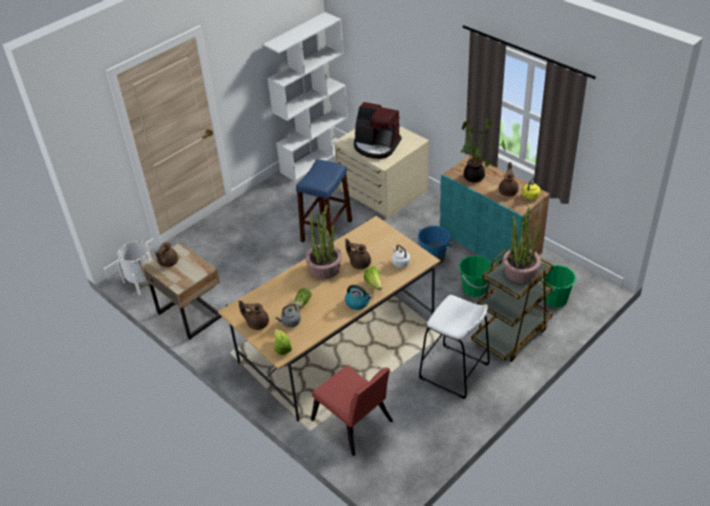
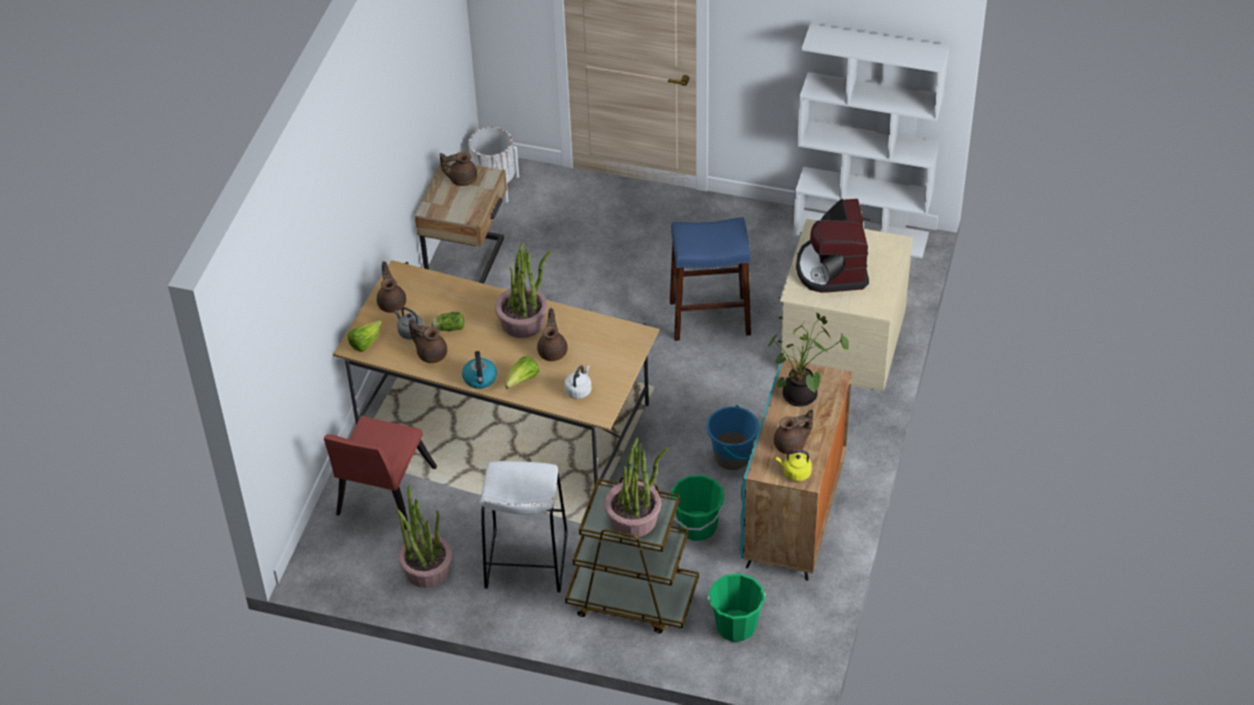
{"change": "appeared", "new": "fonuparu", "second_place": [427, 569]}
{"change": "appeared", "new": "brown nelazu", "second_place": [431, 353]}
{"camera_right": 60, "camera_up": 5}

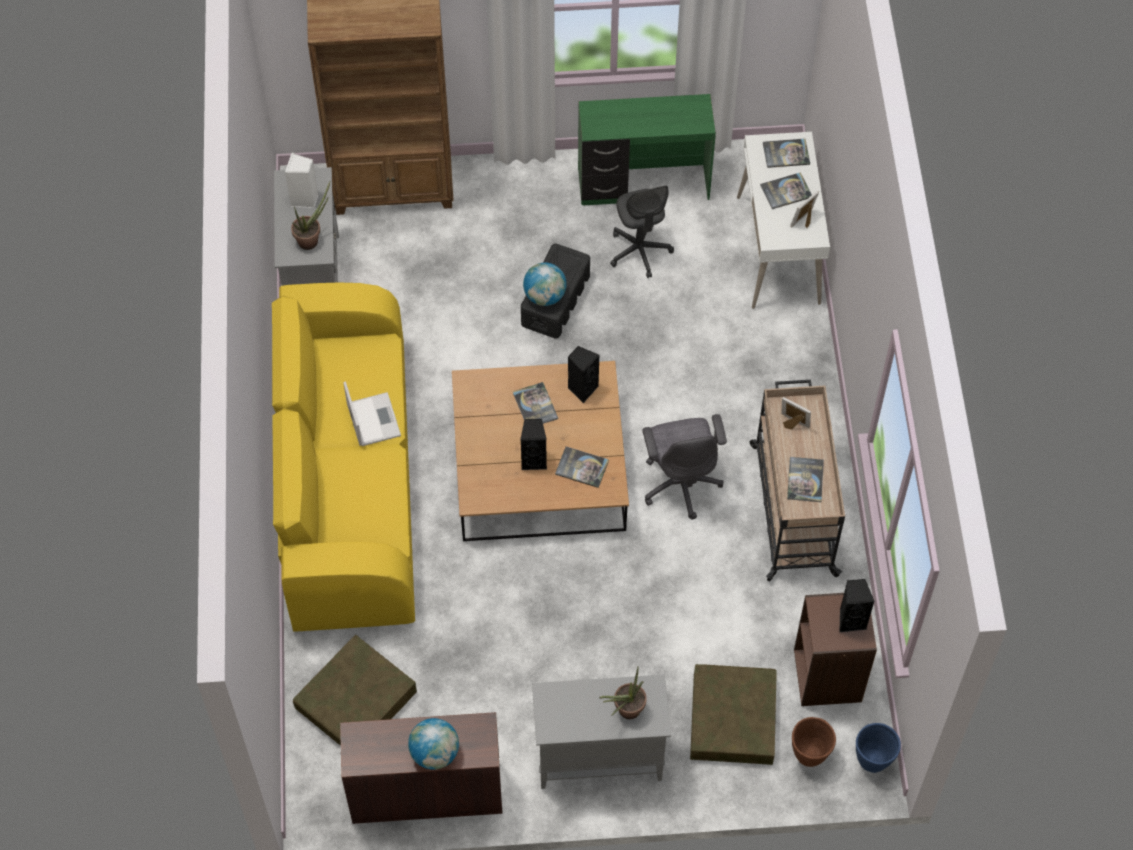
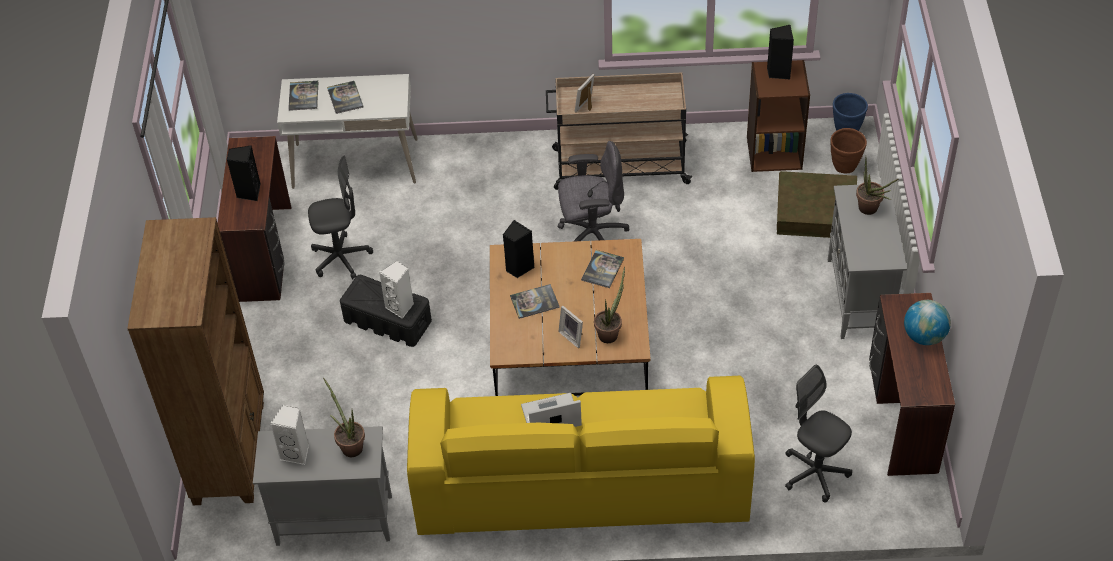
{"change": "exchanged", "old": "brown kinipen", "new": "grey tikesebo", "first_place": [356, 700], "second_place": [815, 473]}
{"change": "relocated", "old": "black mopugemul", "first_place": [534, 460], "second_place": [248, 192]}
{"change": "exchanged", "old": "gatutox", "new": "white mopugemul", "first_place": [545, 296], "second_place": [401, 307]}
{"change": "colour", "old": "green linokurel", "new": "brown linokurel", "first_place": [644, 185], "second_place": [265, 253]}
{"change": "missing", "old": "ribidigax", "first_place": [805, 480]}
{"change": "relocated", "old": "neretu", "first_place": [805, 221], "second_place": [573, 336]}
{"change": "appeared", "new": "fonuparu", "second_place": [610, 332]}
{"camera_right": -85, "camera_up": -10}

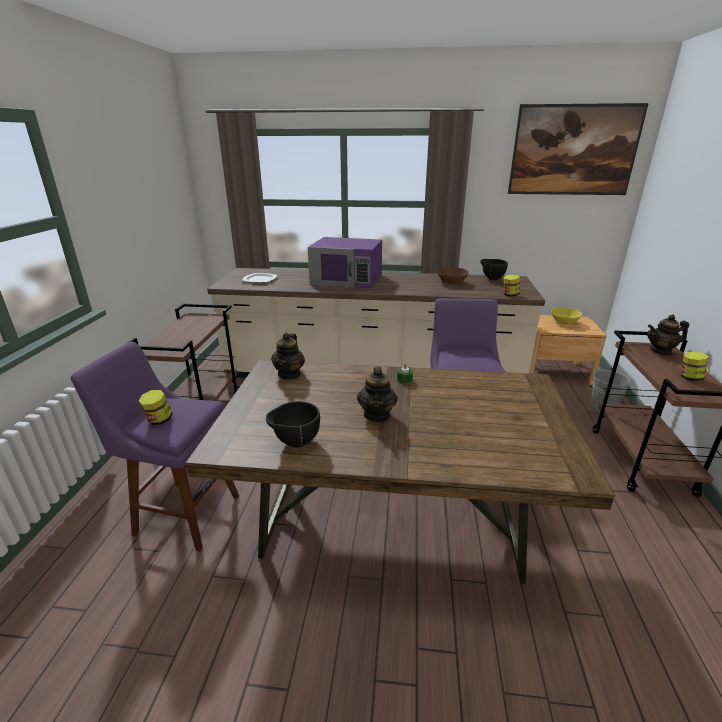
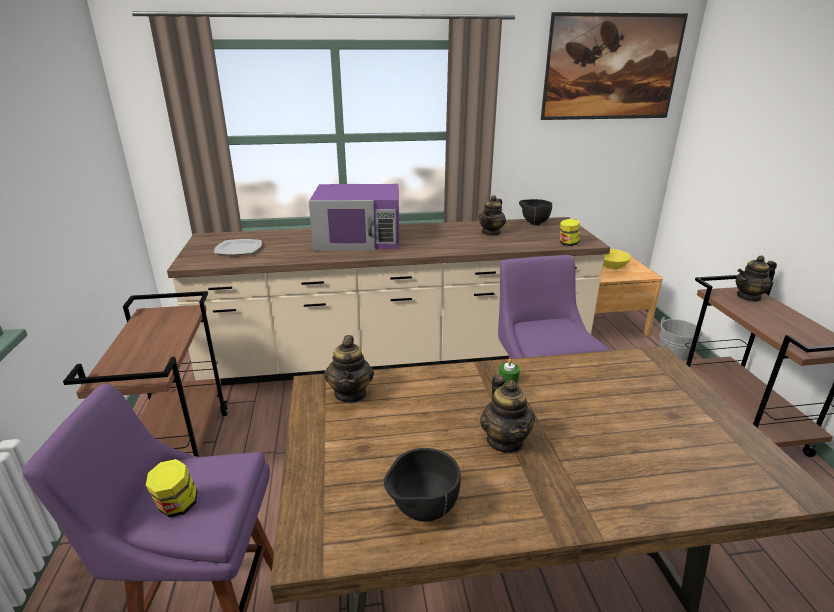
{"change": "exchanged", "old": "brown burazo", "new": "nelazu", "first_place": [452, 282], "second_place": [491, 232]}
{"change": "missing", "old": "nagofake", "first_place": [690, 378]}
{"camera_right": -15, "camera_up": 0}

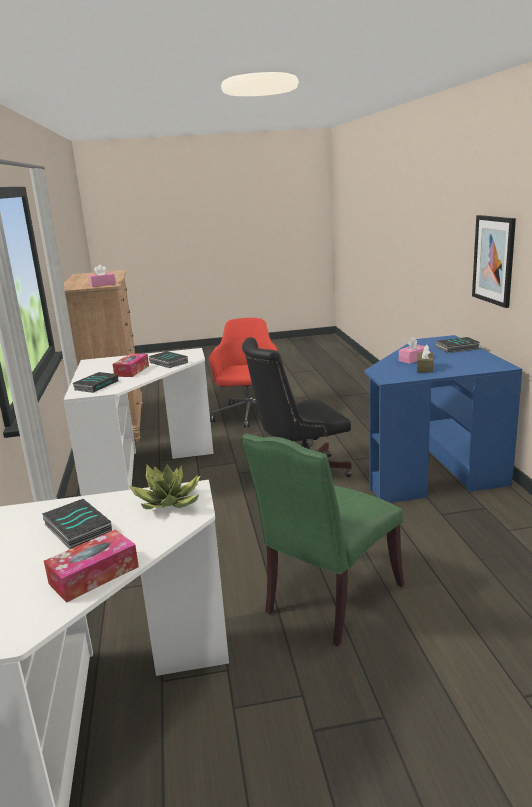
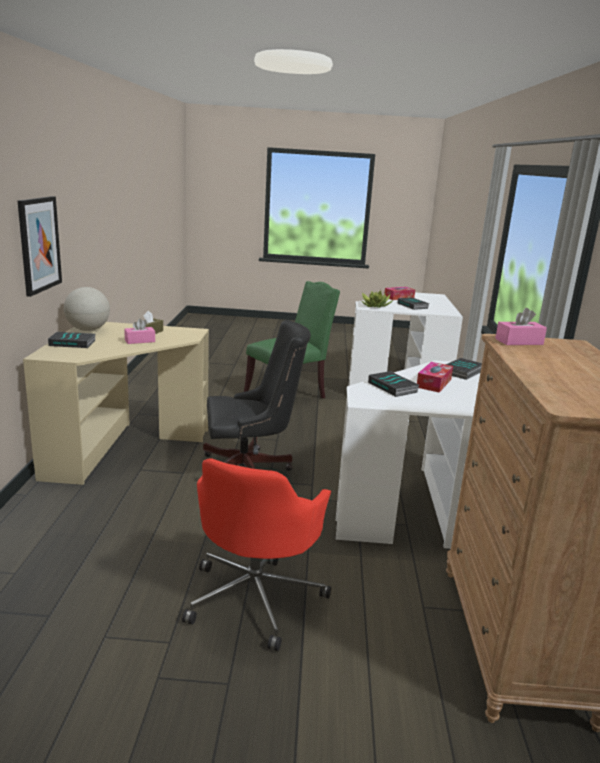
{"change": "colour", "old": "blue linokurel", "new": "beige linokurel", "first_place": [432, 467], "second_place": [122, 448]}
{"change": "appeared", "new": "gatutox", "second_place": [88, 330]}
{"camera_right": -170, "camera_up": 0}

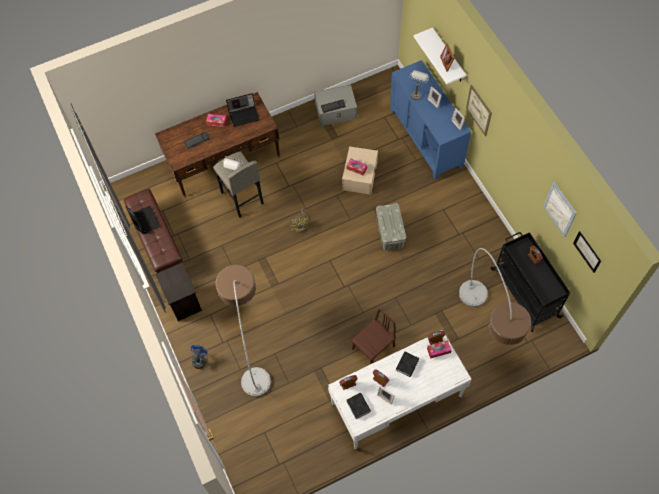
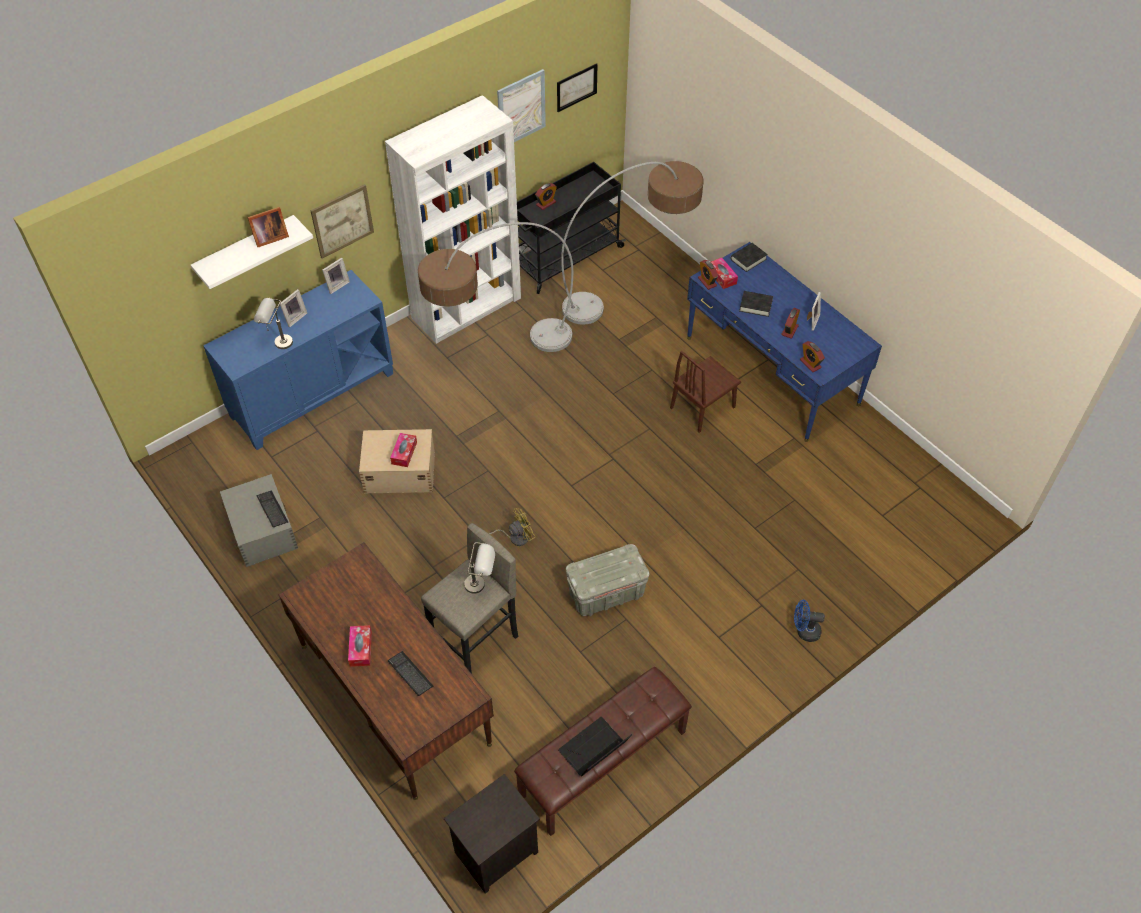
{"change": "relocated", "old": "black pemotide", "first_place": [183, 302], "second_place": [496, 854]}
{"change": "relocated", "old": "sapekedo", "first_place": [250, 344], "second_place": [496, 353]}
{"change": "missing", "old": "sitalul", "first_place": [244, 115]}
{"change": "colour", "old": "white linokurel", "new": "blue linokurel", "first_place": [396, 400], "second_place": [771, 370]}
{"change": "relocated", "old": "black ribidigax", "first_place": [358, 406], "second_place": [748, 259]}
{"change": "spun", "old": "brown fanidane", "first_place": [373, 348], "second_place": [702, 407], "degrees": -75}
{"change": "relocated", "old": "grey kinipen", "first_place": [389, 233], "second_place": [606, 594]}
{"change": "appeared", "new": "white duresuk", "second_place": [467, 308]}
{"camera_right": -105, "camera_up": -10}

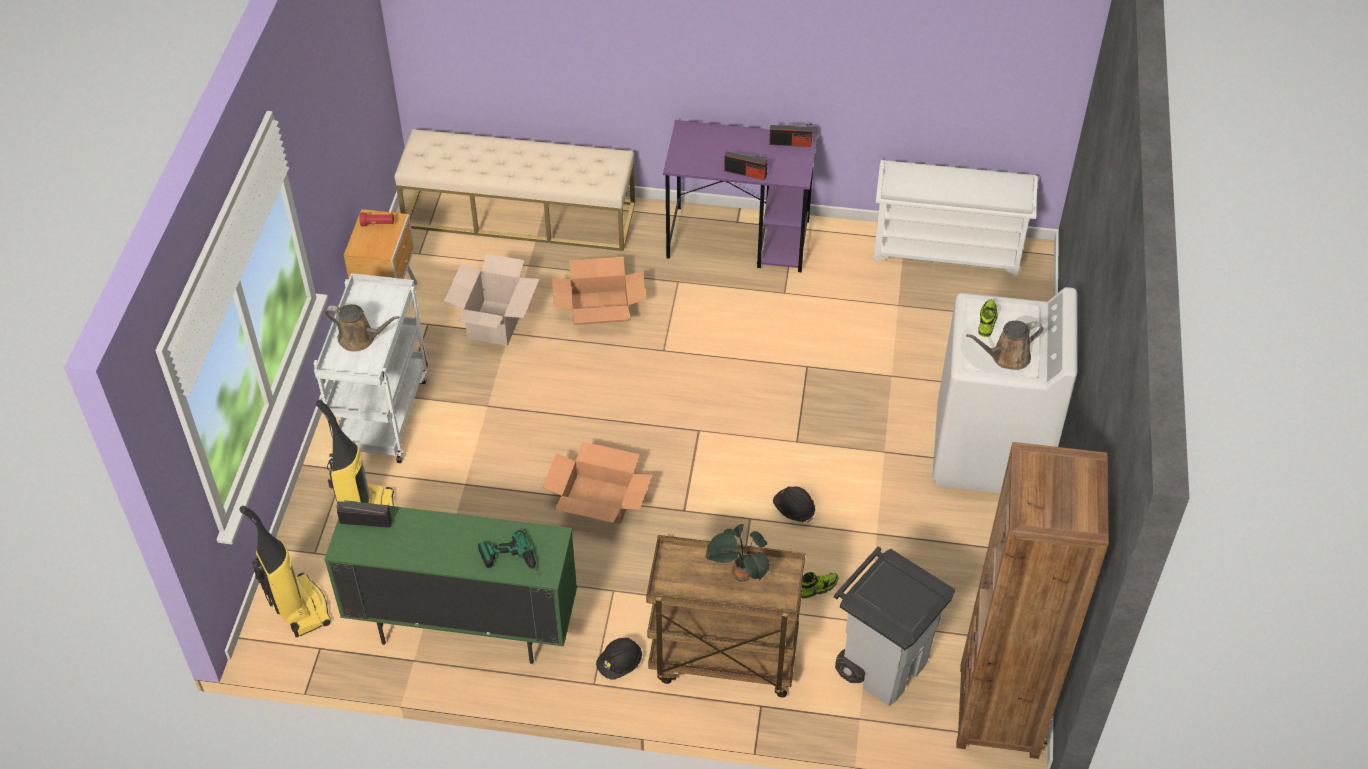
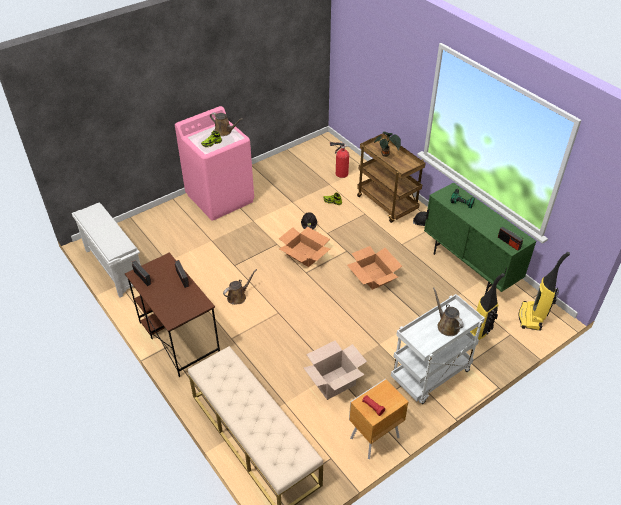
{"change": "relocated", "old": "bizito", "first_place": [600, 307], "second_place": [304, 254]}
{"change": "colour", "old": "purple linokurel", "new": "brown linokurel", "first_place": [739, 239], "second_place": [178, 337]}
{"change": "exchanged", "old": "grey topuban", "new": "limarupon", "first_place": [882, 664], "second_place": [340, 174]}
{"change": "colour", "old": "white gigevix", "new": "pink gigevix", "first_place": [990, 451], "second_place": [220, 198]}
{"change": "missing", "old": "brown duresuk", "first_place": [999, 711]}
{"change": "appeared", "new": "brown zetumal", "second_place": [238, 296]}
{"camera_right": -135, "camera_up": -5}

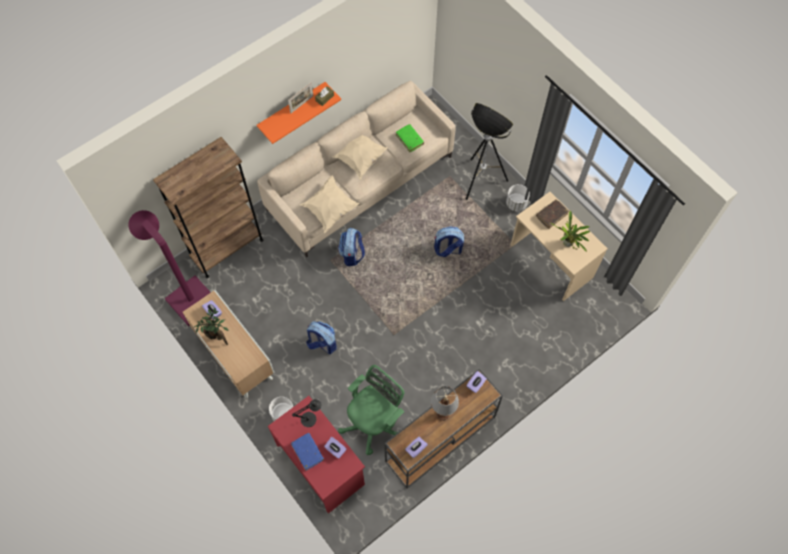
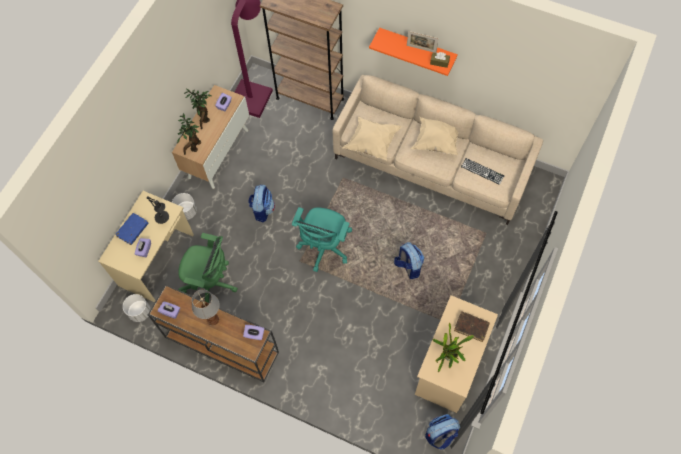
{"change": "colour", "old": "red linokurel", "new": "beige linokurel", "first_place": [321, 464], "second_place": [157, 260]}
{"change": "relocated", "old": "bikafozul", "first_place": [352, 254], "second_place": [440, 434]}
{"change": "exchanged", "old": "green ribidigax", "new": "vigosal", "first_place": [409, 140], "second_place": [482, 171]}
{"change": "missing", "old": "sapekedo", "first_place": [480, 181]}
{"change": "relocated", "old": "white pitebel", "first_place": [516, 203], "second_place": [140, 312]}
{"change": "appeared", "new": "fonuparu", "second_place": [194, 147]}
{"change": "appeared", "new": "turquoise tikesebo", "second_place": [324, 248]}
{"camera_right": 65, "camera_up": 0}

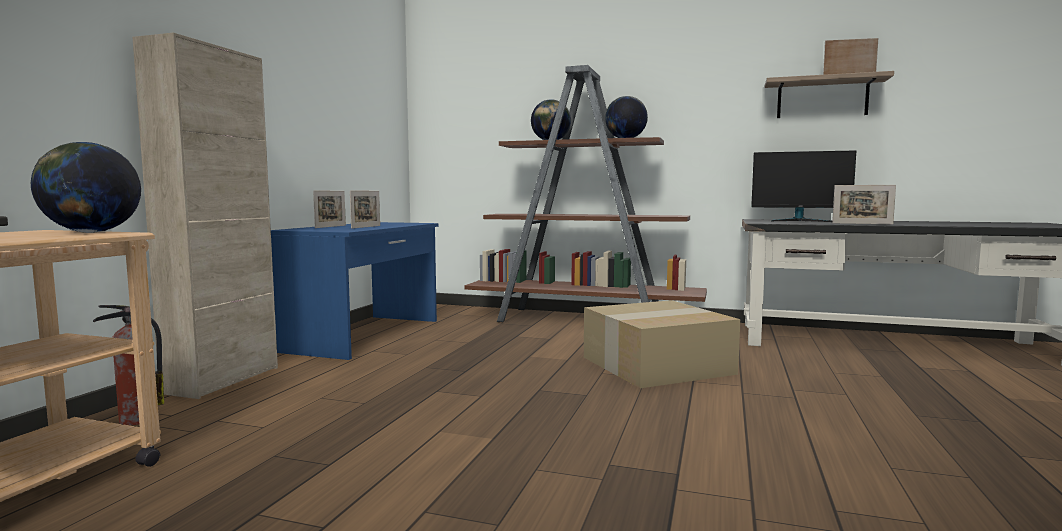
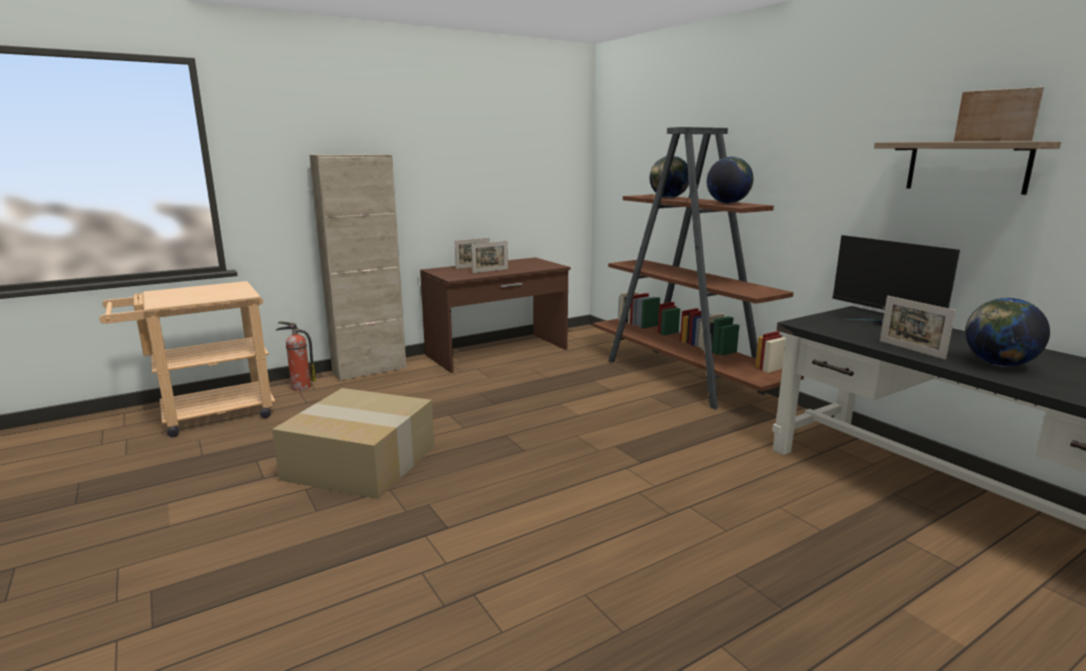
{"change": "relocated", "old": "gatutox", "first_place": [91, 232], "second_place": [998, 364]}
{"change": "colour", "old": "blue linokurel", "new": "brown linokurel", "first_place": [365, 335], "second_place": [497, 352]}
{"change": "relocated", "old": "bizito", "first_place": [656, 366], "second_place": [358, 463]}
{"camera_right": 40, "camera_up": 10}

